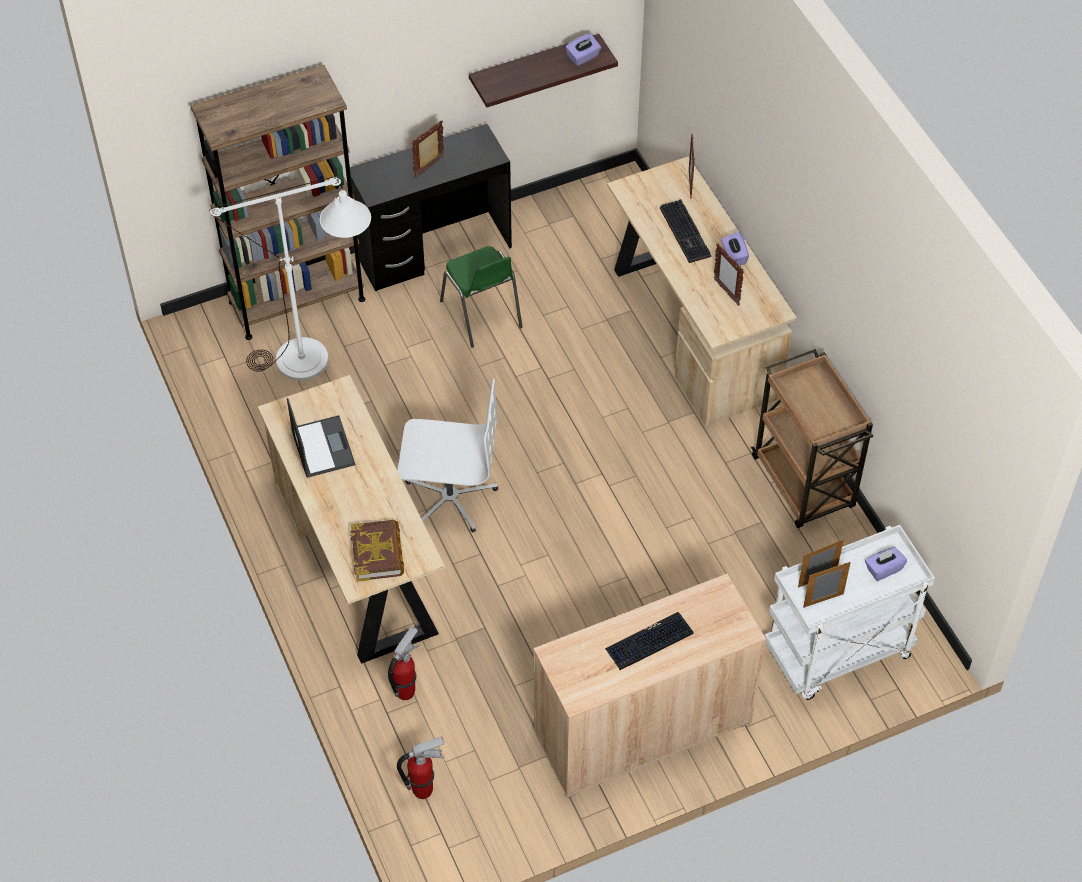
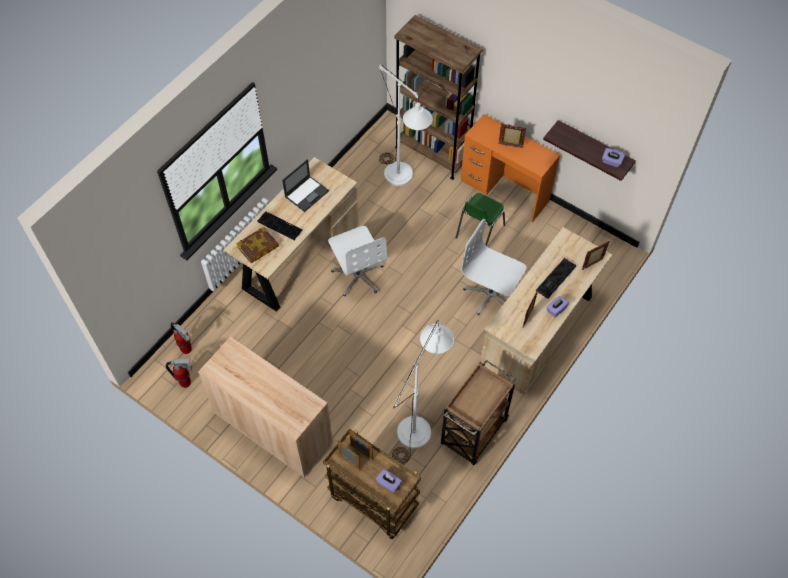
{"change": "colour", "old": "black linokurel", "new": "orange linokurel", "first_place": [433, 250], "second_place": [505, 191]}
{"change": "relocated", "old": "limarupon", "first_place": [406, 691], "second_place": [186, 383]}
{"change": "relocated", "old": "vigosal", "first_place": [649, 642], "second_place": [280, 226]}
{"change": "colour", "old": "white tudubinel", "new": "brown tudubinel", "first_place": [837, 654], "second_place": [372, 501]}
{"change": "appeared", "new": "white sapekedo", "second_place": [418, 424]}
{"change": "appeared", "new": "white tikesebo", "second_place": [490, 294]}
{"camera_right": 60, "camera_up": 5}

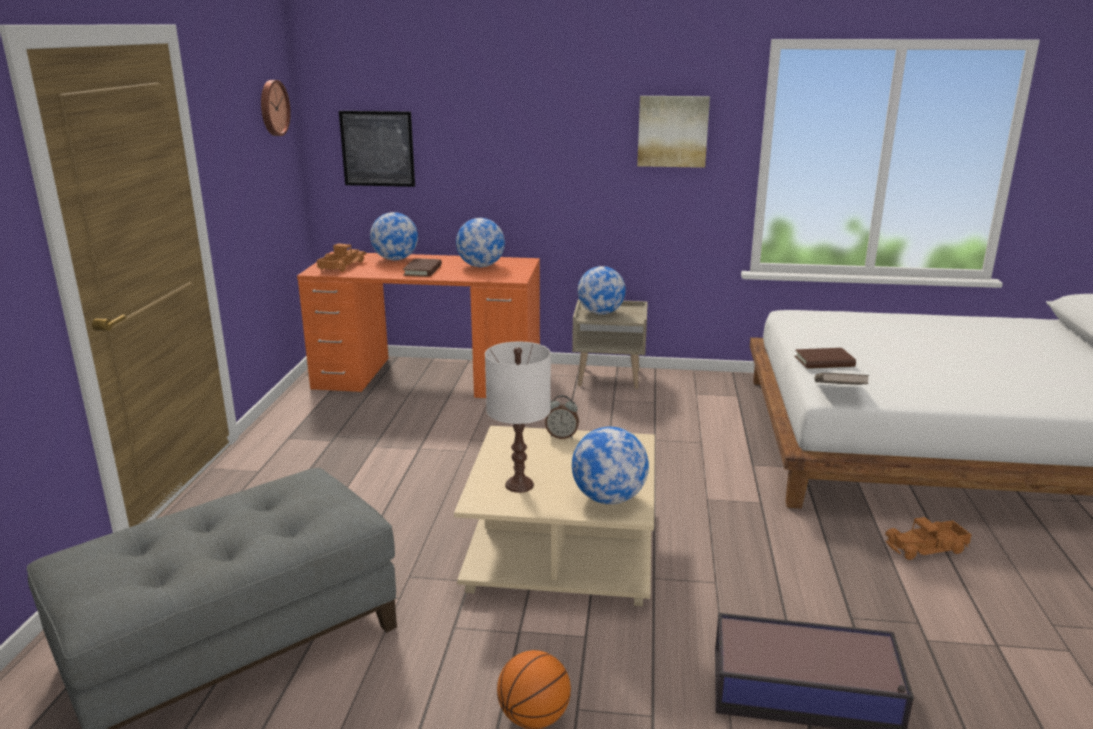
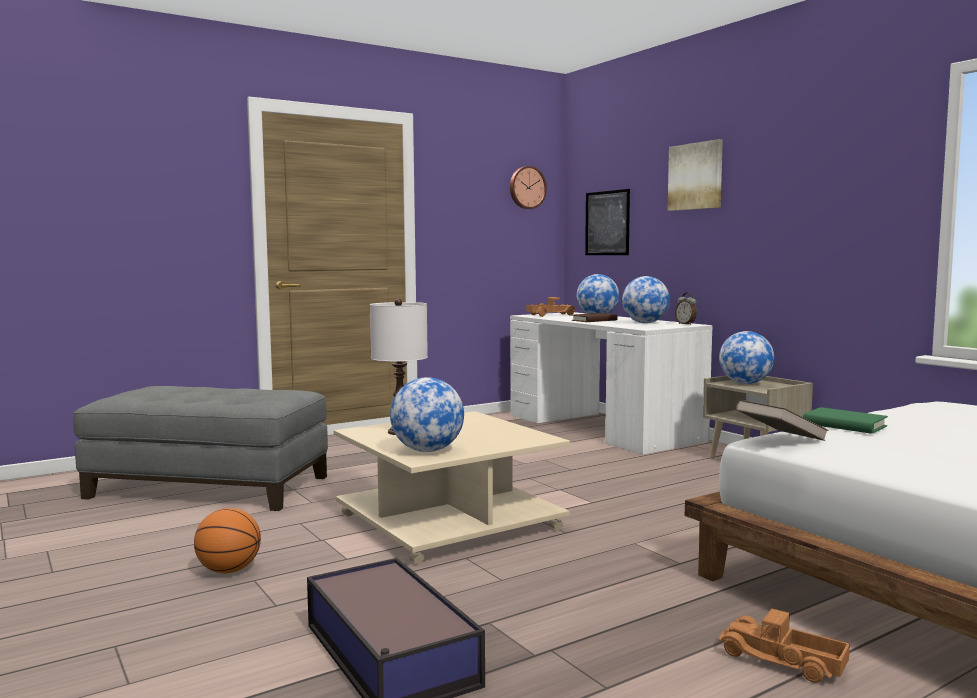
{"change": "colour", "old": "orange linokurel", "new": "white linokurel", "first_place": [429, 377], "second_place": [601, 427]}
{"change": "relocated", "old": "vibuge", "first_place": [562, 436], "second_place": [686, 324]}
{"change": "relocated", "old": "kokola", "first_place": [672, 131], "second_place": [696, 176]}
{"change": "colour", "old": "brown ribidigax", "new": "green ribidigax", "first_place": [824, 362], "second_place": [844, 425]}
{"camera_right": 50, "camera_up": -15}

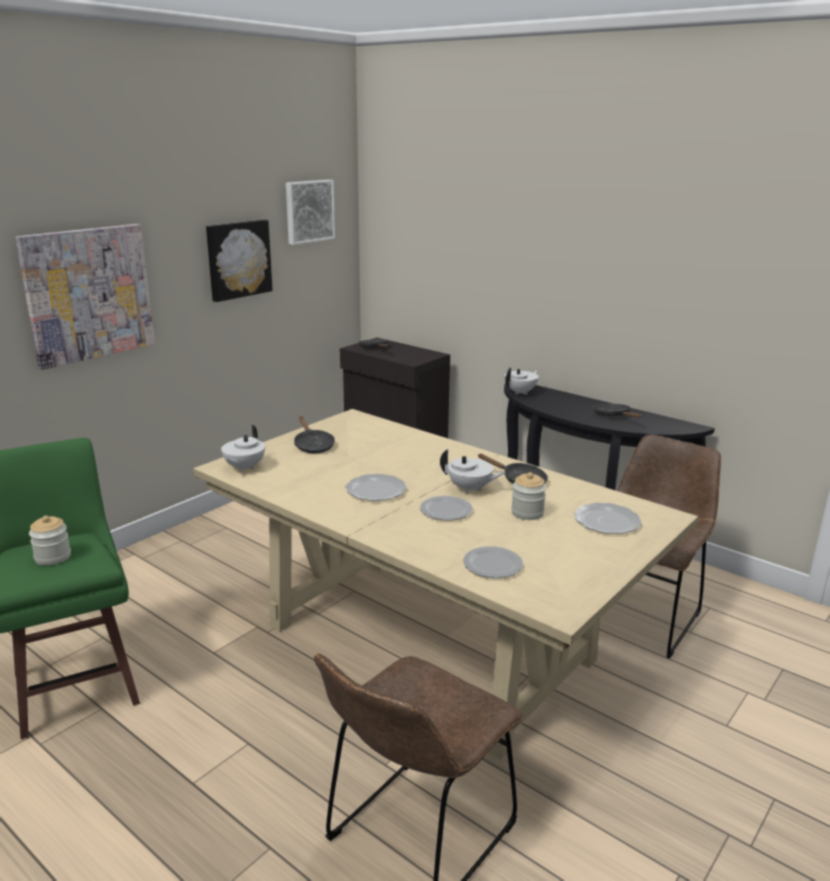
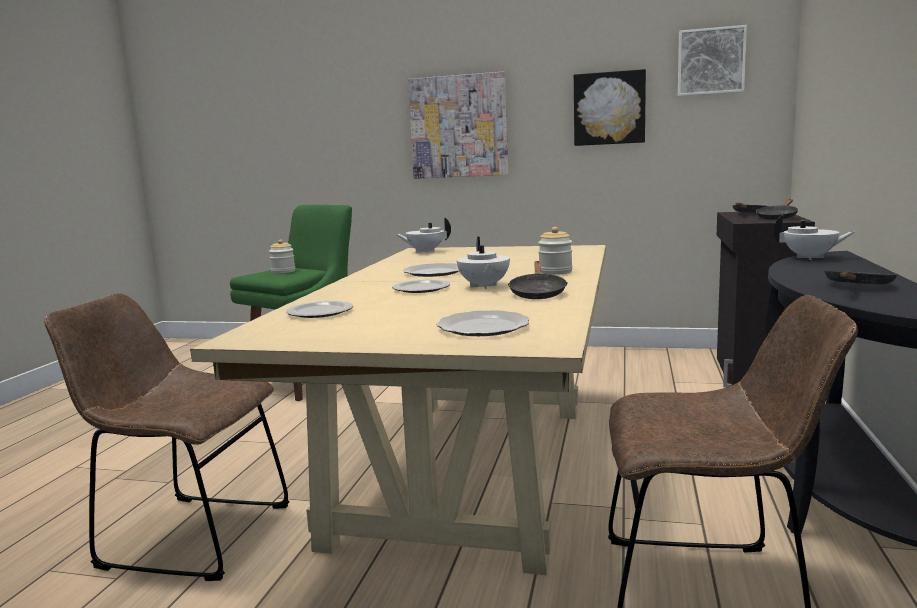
{"change": "relocated", "old": "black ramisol", "first_place": [313, 445], "second_place": [777, 217]}
{"change": "relocated", "old": "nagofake", "first_place": [527, 513], "second_place": [555, 272]}
{"camera_right": 65, "camera_up": -10}

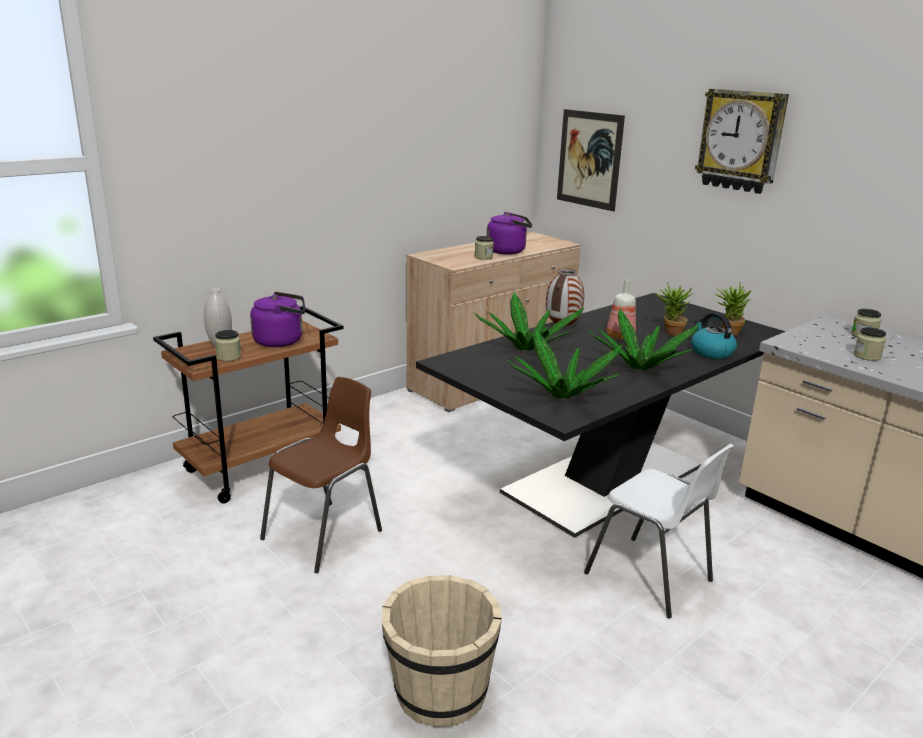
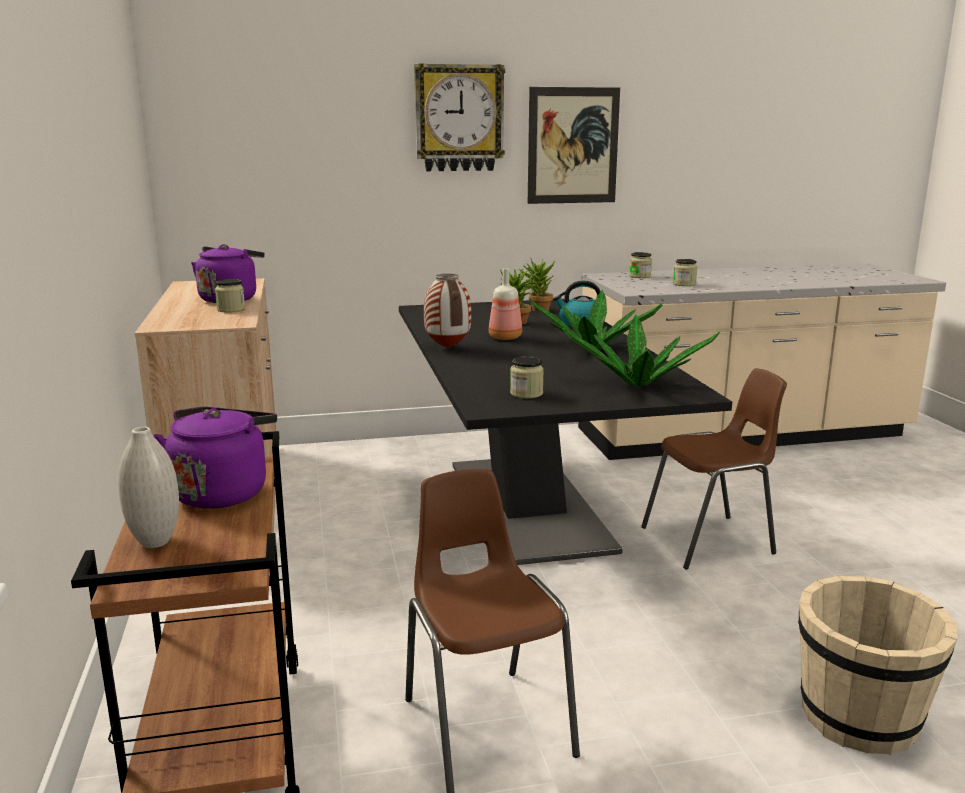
{"change": "relocated", "old": "nagofake", "first_place": [229, 357], "second_place": [526, 393]}
{"change": "missing", "old": "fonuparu", "first_place": [526, 348]}
{"change": "relocated", "old": "kokola", "first_place": [589, 159], "second_place": [573, 146]}
{"change": "colour", "old": "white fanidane", "new": "brown fanidane", "first_place": [651, 578], "second_place": [711, 541]}
{"camera_right": -60, "camera_up": -5}

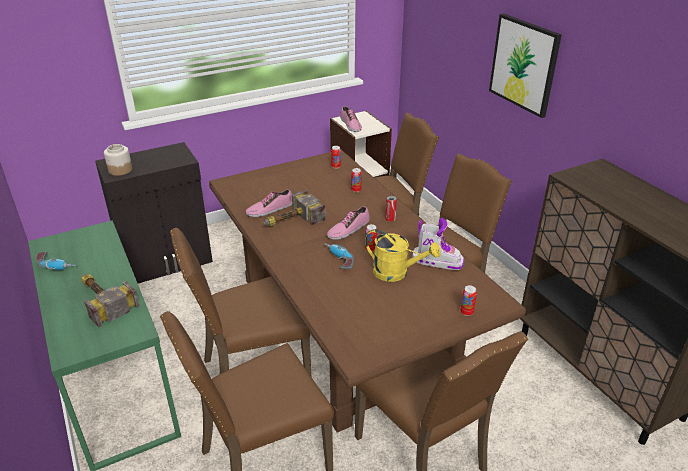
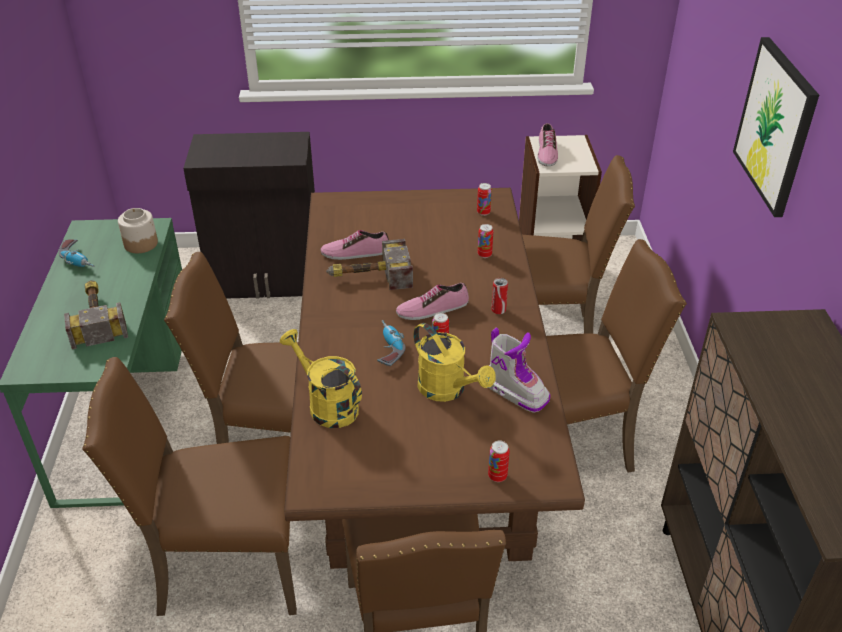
{"change": "relocated", "old": "nagofake", "first_place": [120, 170], "second_place": [141, 243]}
{"change": "appeared", "new": "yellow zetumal", "second_place": [327, 405]}
{"camera_right": 25, "camera_up": 5}

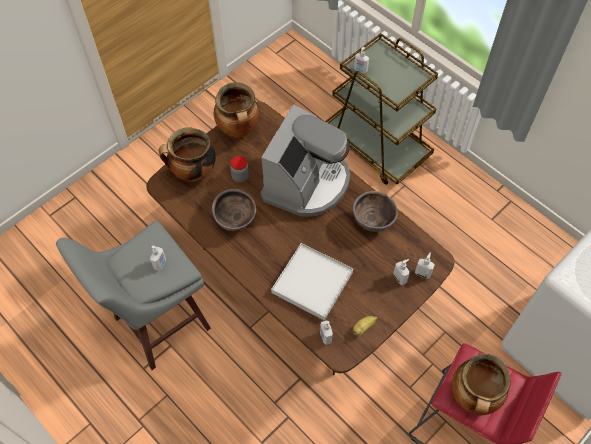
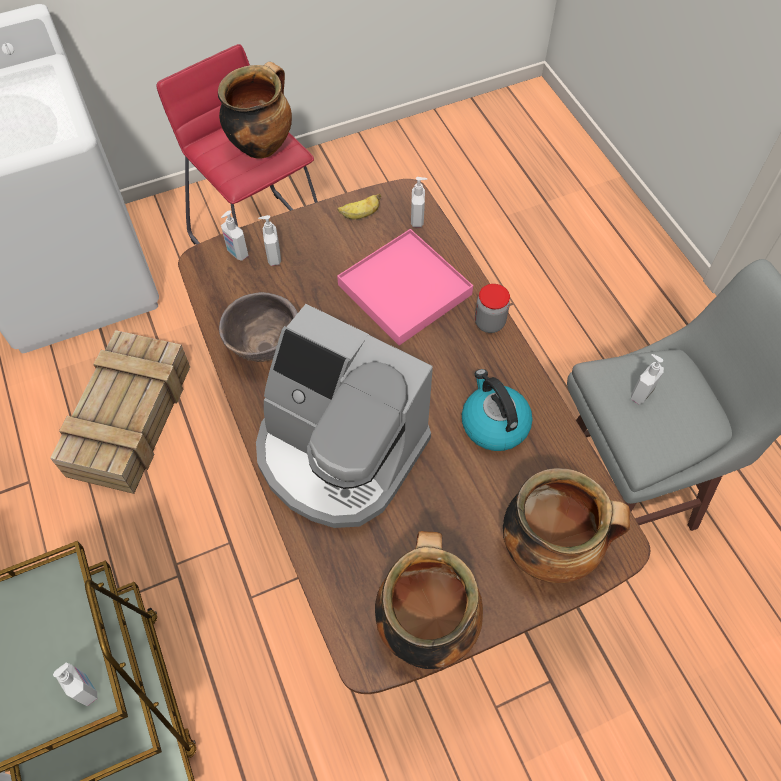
{"change": "exchanged", "old": "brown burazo", "new": "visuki", "first_place": [235, 221], "second_place": [493, 424]}
{"change": "relocated", "old": "nagofake", "first_place": [240, 177], "second_place": [489, 322]}
{"change": "spun", "old": "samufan", "first_place": [307, 183], "second_place": [339, 452], "degrees": -105}
{"change": "colour", "old": "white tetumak", "new": "pink tetumak", "first_place": [312, 283], "second_place": [404, 289]}
{"change": "appeared", "new": "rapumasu", "second_place": [130, 417]}
{"camera_right": -160, "camera_up": 0}

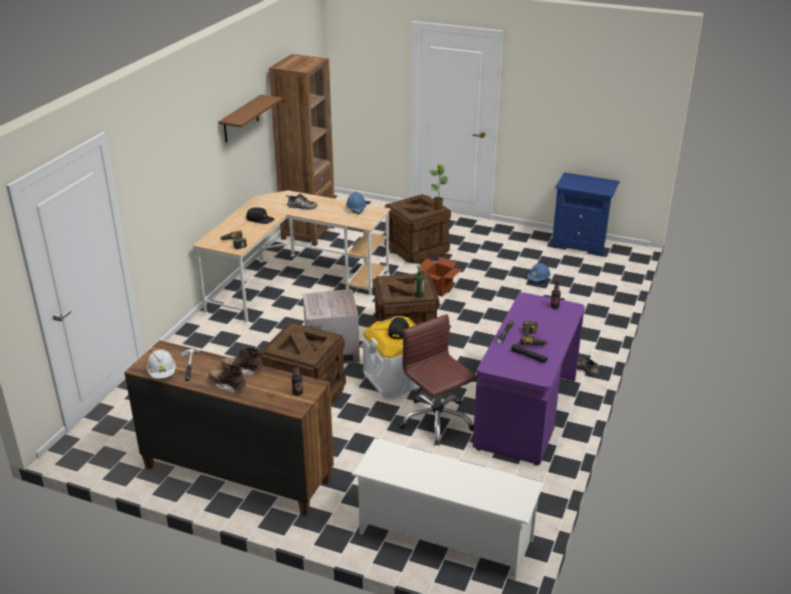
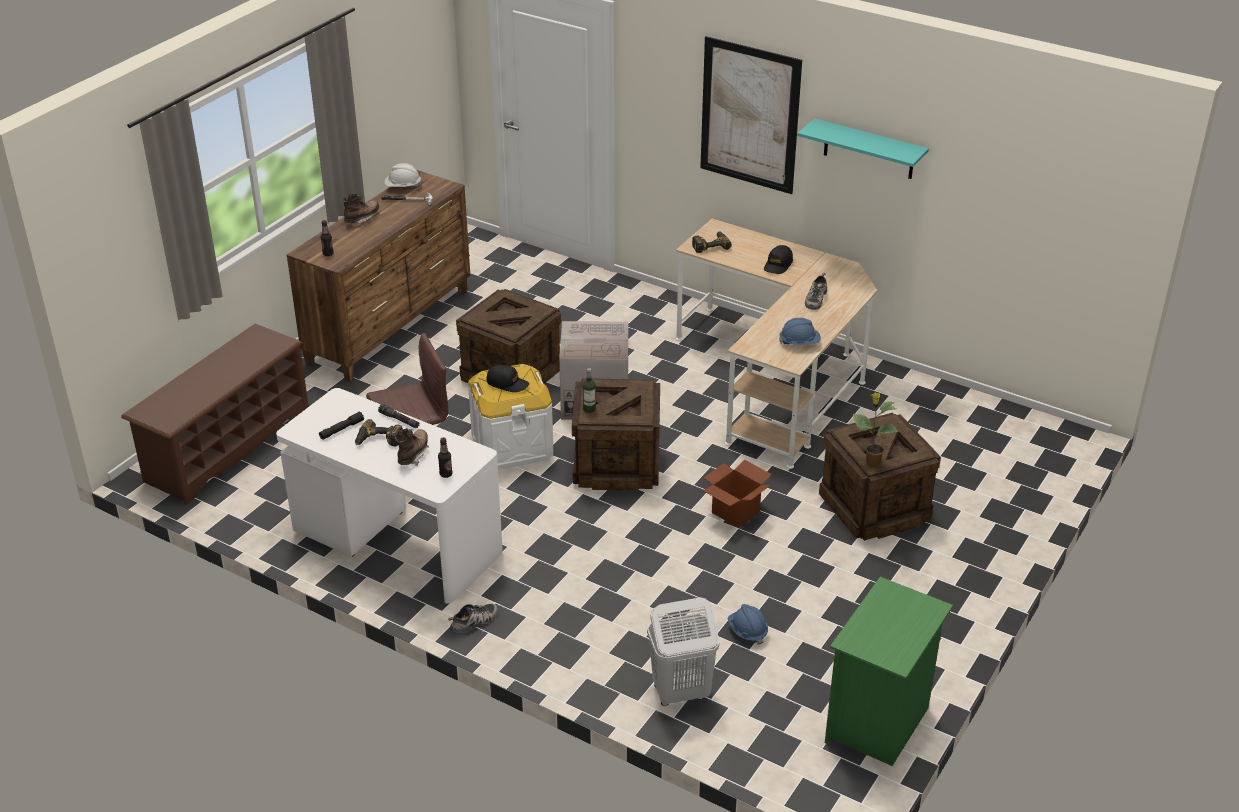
{"change": "colour", "old": "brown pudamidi", "new": "turquoise pudamidi", "first_place": [241, 119], "second_place": [869, 149]}
{"change": "relocated", "old": "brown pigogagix", "first_place": [242, 370], "second_place": [413, 455]}
{"change": "missing", "old": "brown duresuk", "first_place": [308, 232]}
{"change": "colour", "old": "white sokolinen", "new": "brown sokolinen", "first_place": [444, 537], "second_place": [227, 445]}
{"change": "colour", "old": "purple linokurel", "new": "white linokurel", "first_place": [526, 414], "second_place": [395, 543]}
{"change": "colour", "old": "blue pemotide", "new": "green pemotide", "first_place": [581, 244], "second_place": [879, 723]}
{"change": "appeared", "new": "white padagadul", "second_place": [680, 693]}
{"change": "appeared", "new": "kokola", "second_place": [749, 115]}
{"camera_right": 100, "camera_up": 5}

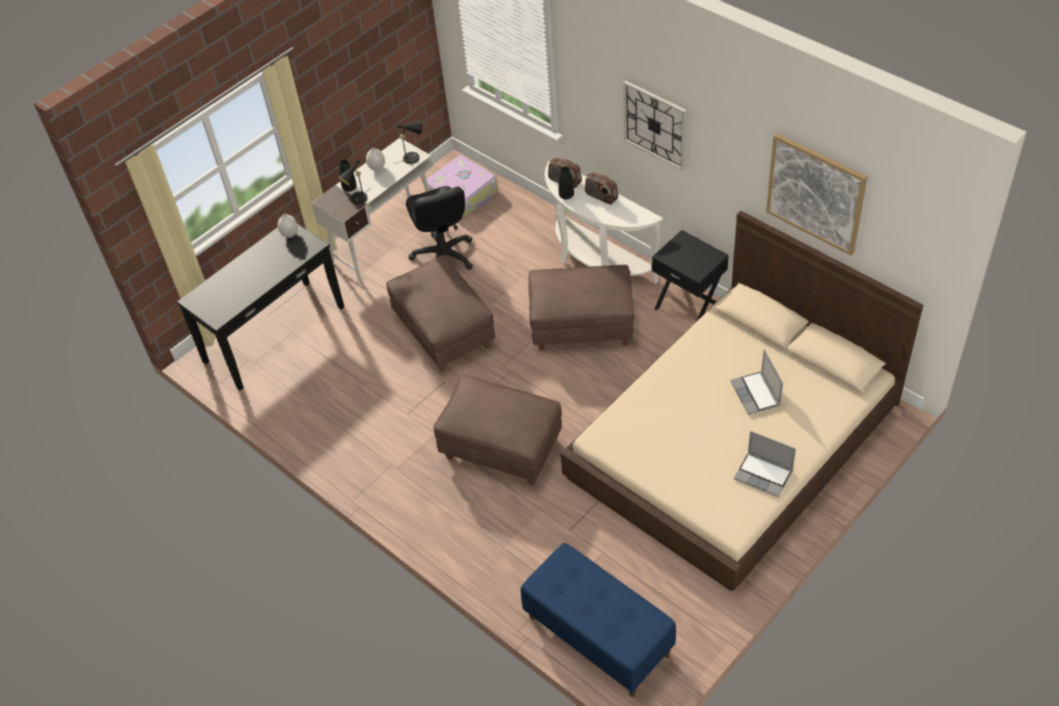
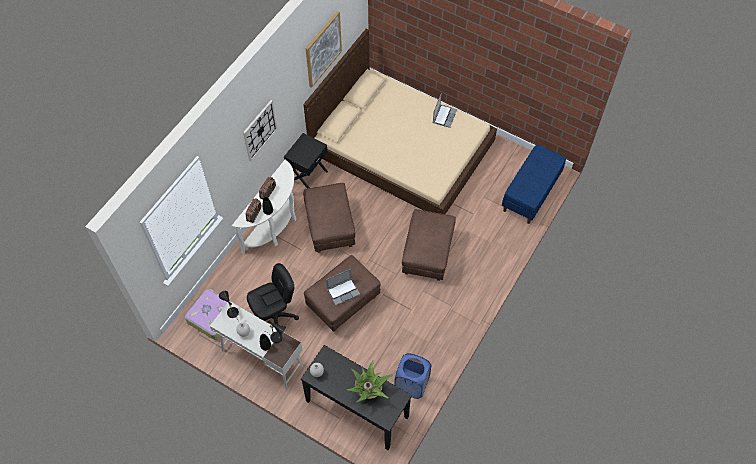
{"change": "relocated", "old": "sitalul", "first_place": [756, 394], "second_place": [343, 291]}
{"change": "appeared", "new": "fonuparu", "second_place": [369, 391]}
{"change": "appeared", "new": "blue padagadul", "second_place": [411, 384]}
{"camera_right": -105, "camera_up": 10}

